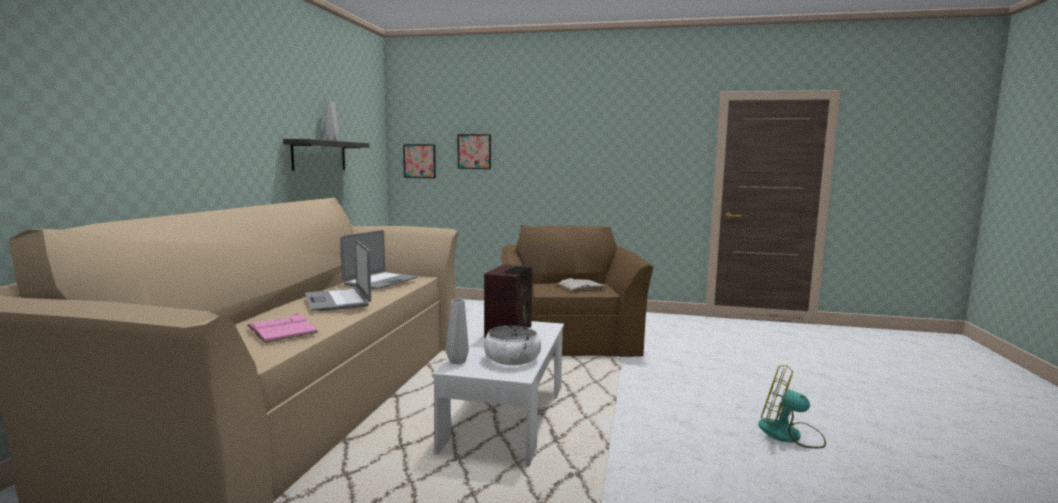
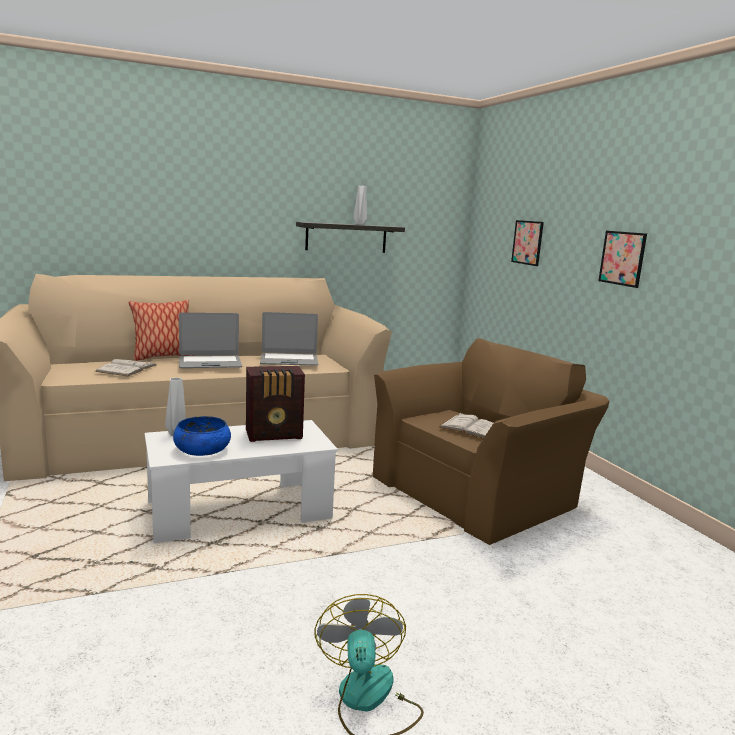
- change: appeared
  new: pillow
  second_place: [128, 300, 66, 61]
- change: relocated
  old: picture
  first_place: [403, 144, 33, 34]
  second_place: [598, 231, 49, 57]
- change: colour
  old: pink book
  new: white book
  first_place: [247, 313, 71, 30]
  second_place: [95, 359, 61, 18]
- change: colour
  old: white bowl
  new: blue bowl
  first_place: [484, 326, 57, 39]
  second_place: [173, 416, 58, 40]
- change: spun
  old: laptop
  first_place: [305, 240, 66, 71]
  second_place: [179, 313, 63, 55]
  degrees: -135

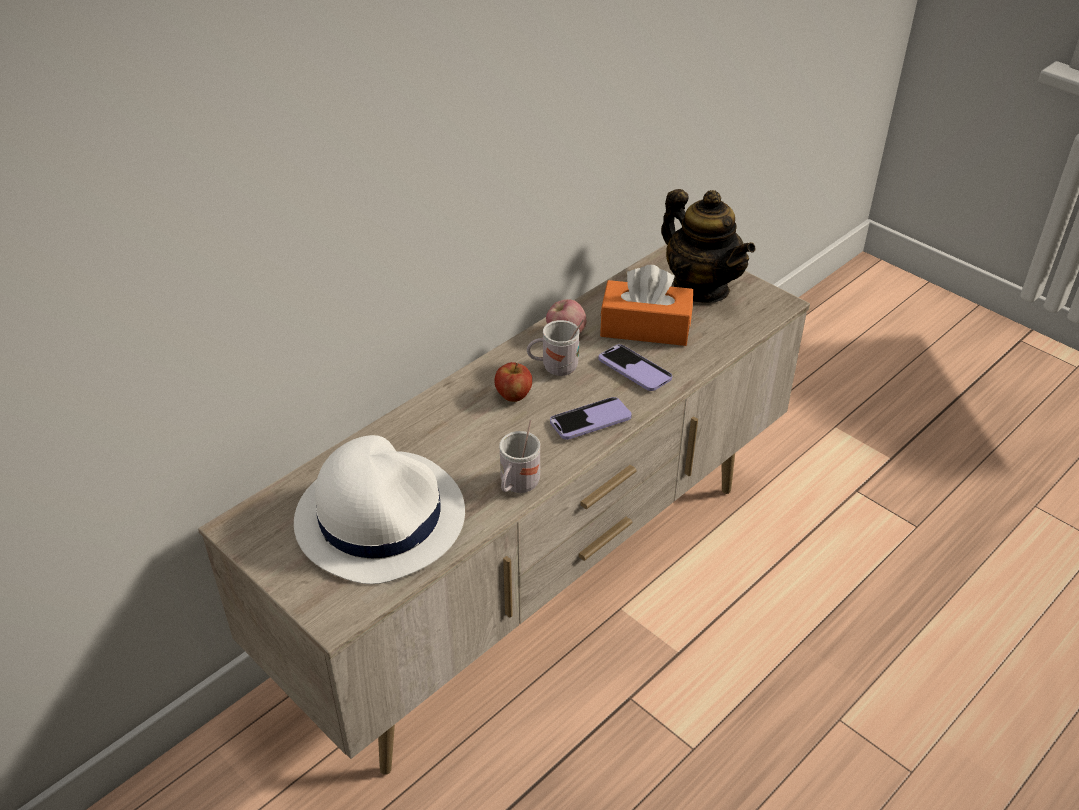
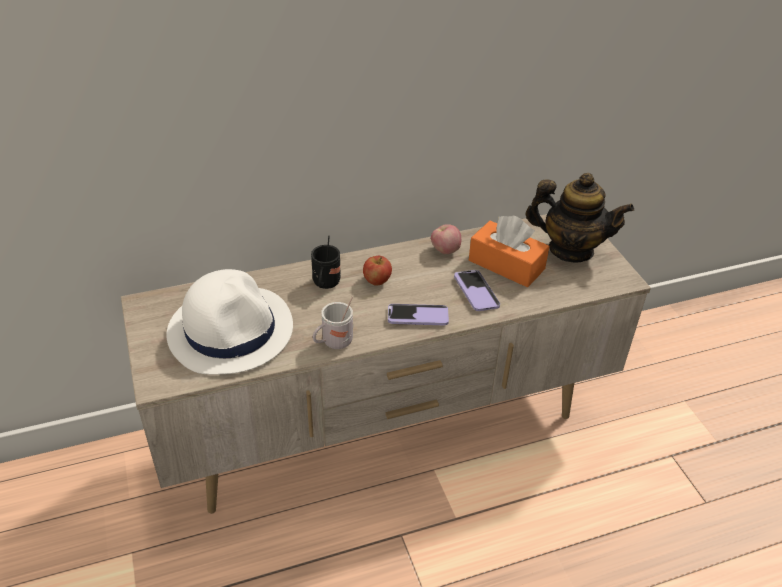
- change: missing
  old: white mug
  first_place: [527, 319, 57, 57]
- change: appeared
  new: black mug
  second_place: [311, 235, 30, 54]
- change: spun
  old: teapot
  first_place: [661, 189, 94, 114]
  second_place: [526, 173, 108, 89]
  degrees: -60

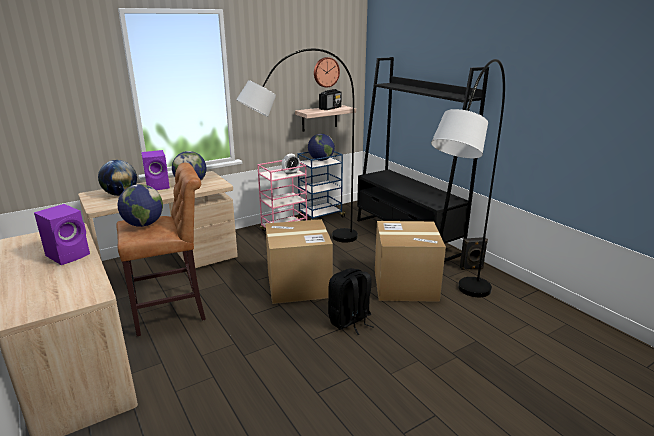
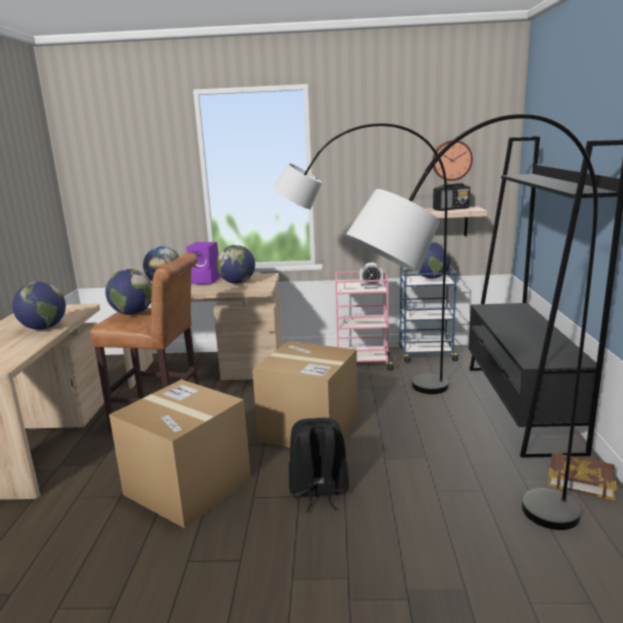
- change: relocated
  old: cardboard box
  first_place: [375, 221, 71, 81]
  second_place: [109, 379, 142, 149]
- change: exchanged
  old: purple speaker
  new: globe
  first_place: [34, 204, 56, 61]
  second_place: [12, 282, 54, 48]
- change: exchanged
  old: black speaker
  new: book
  first_place: [460, 237, 28, 33]
  second_place: [548, 453, 69, 47]

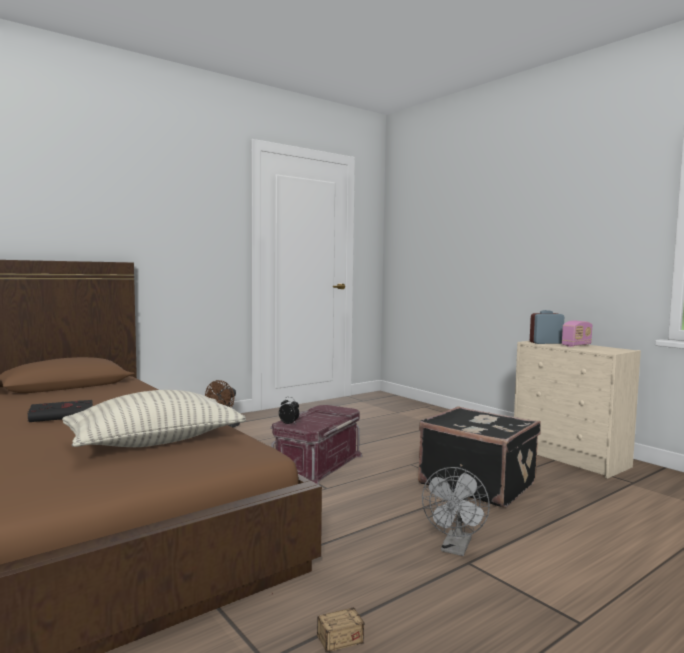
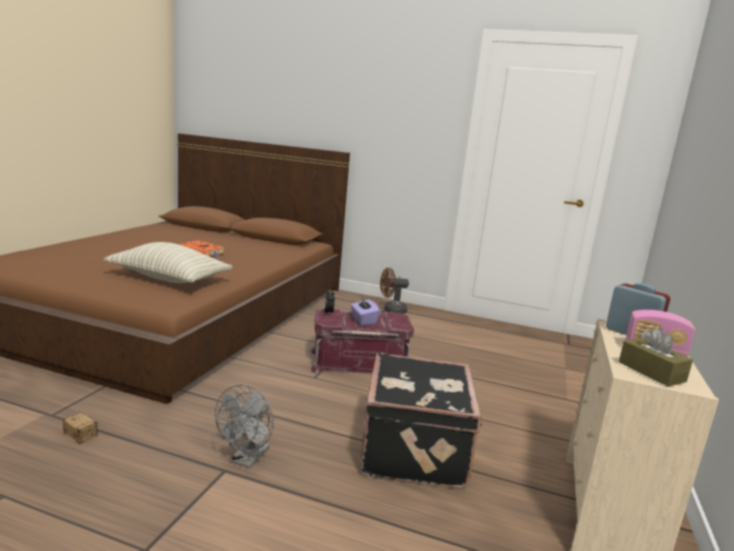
- change: appeared
  new: purple tissue box
  second_place: [351, 296, 29, 30]
- change: appeared
  new: brown tissue box
  second_place: [619, 327, 74, 59]
- change: colour
  old: black book
  new: orange book
  first_place: [27, 400, 66, 22]
  second_place: [180, 240, 45, 18]
- change: spun
  old: grey fan
  first_place: [422, 467, 68, 89]
  second_place: [215, 385, 59, 83]
  degrees: -60

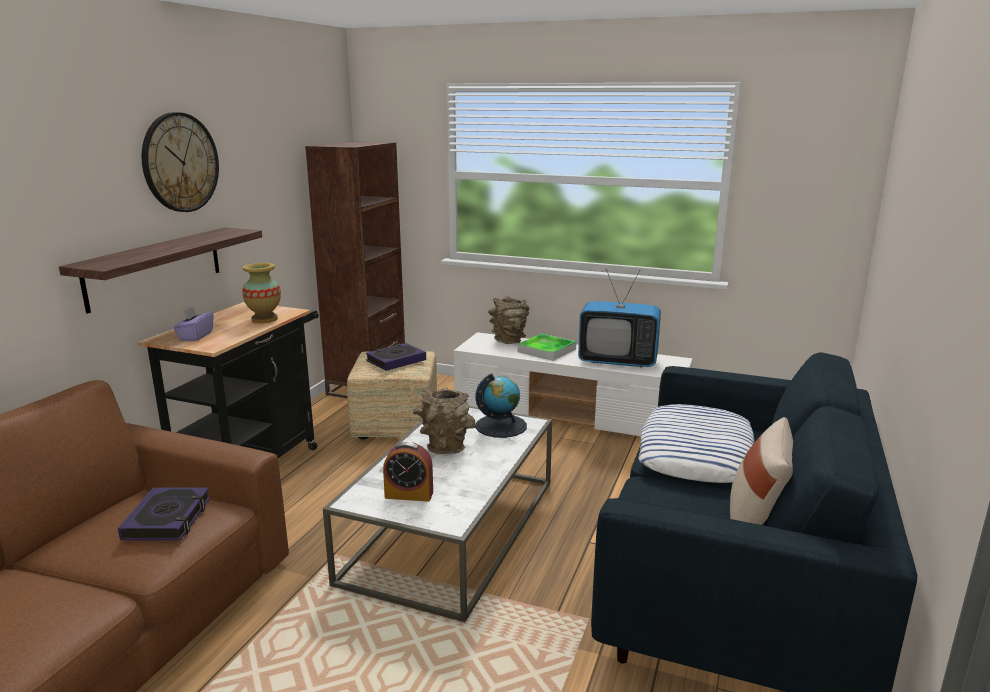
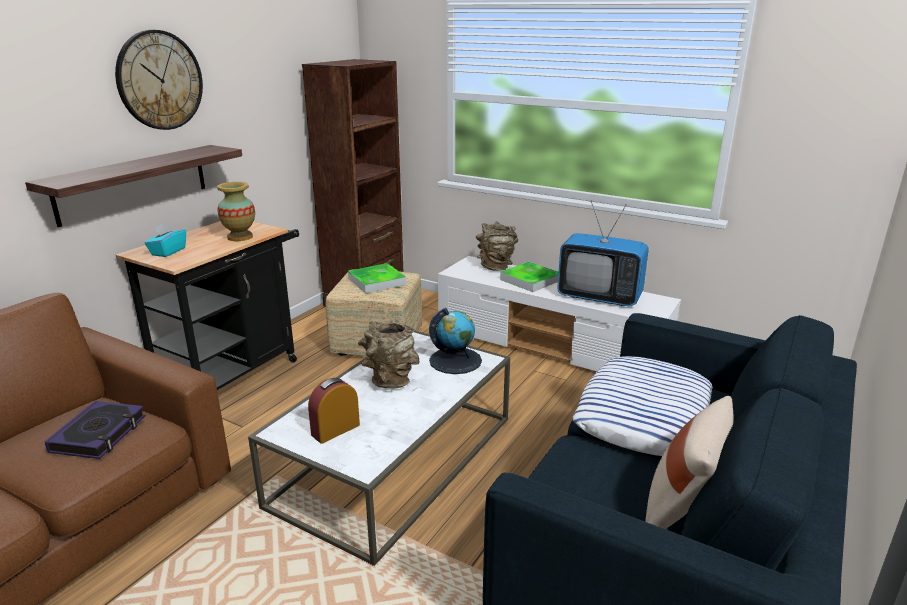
- change: exchanged
  old: book
  new: tray
  first_place: [366, 343, 60, 28]
  second_place: [348, 263, 58, 31]
- change: colour
  old: purple tissue box
  new: turquoise tissue box
  first_place: [173, 306, 41, 35]
  second_place: [145, 223, 41, 34]
- change: spun
  old: alarm clock
  first_place: [383, 442, 50, 60]
  second_place: [308, 378, 52, 66]
  degrees: 120

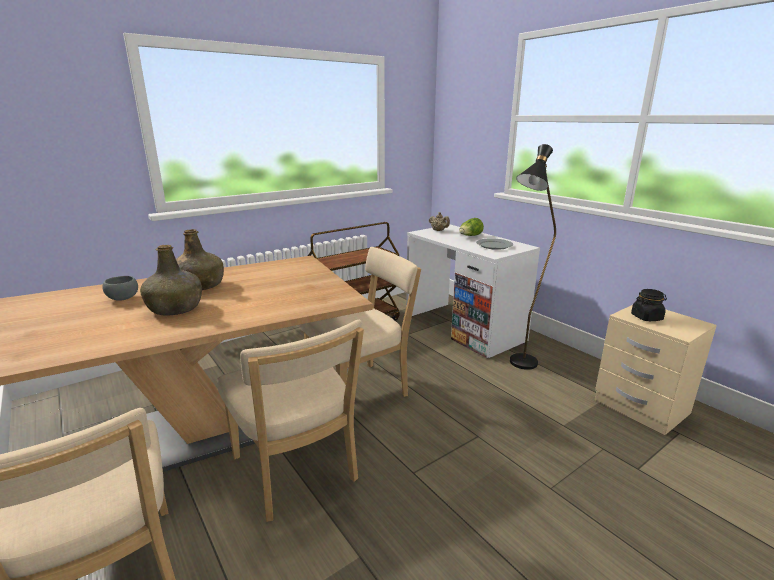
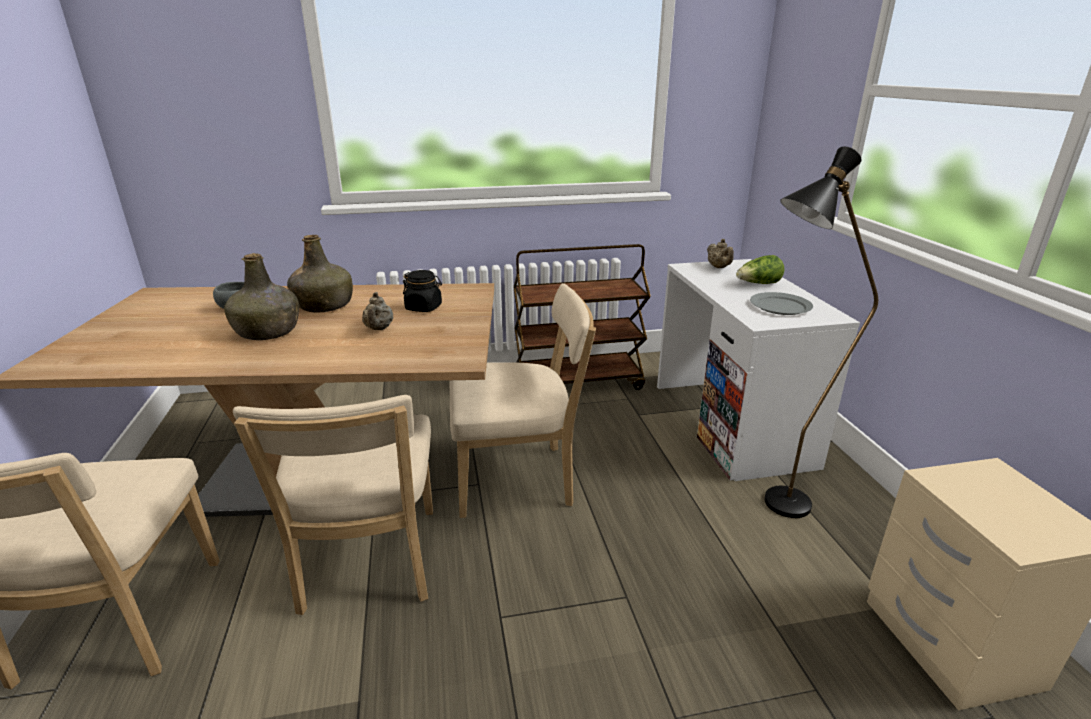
- change: appeared
  new: beige teapot
  second_place: [362, 292, 31, 38]
- change: relocated
  old: black jar
  first_place: [631, 289, 36, 32]
  second_place: [403, 270, 39, 42]

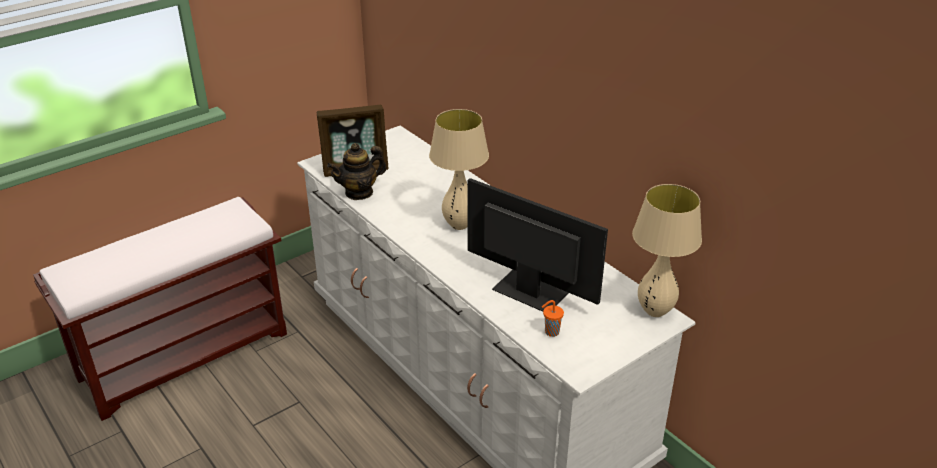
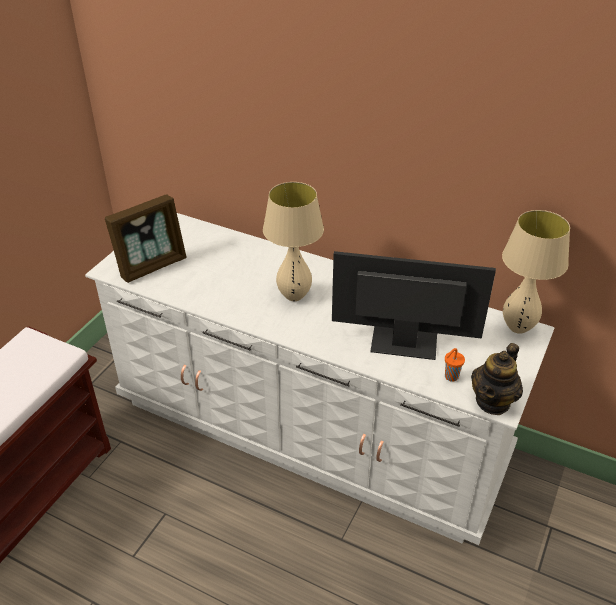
- change: relocated
  old: teapot
  first_place: [327, 143, 60, 57]
  second_place: [471, 343, 52, 72]

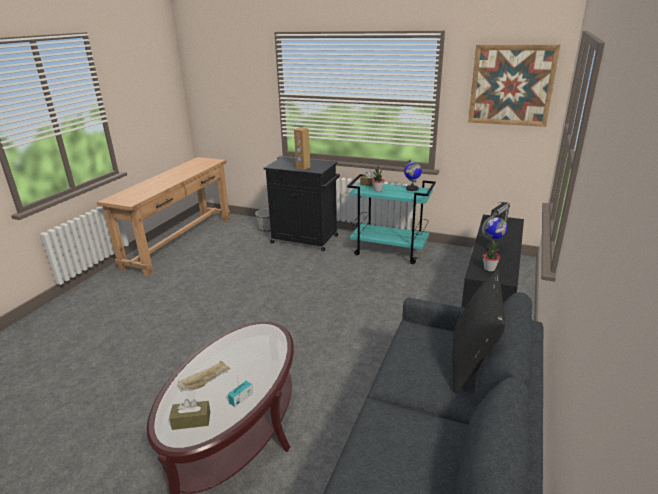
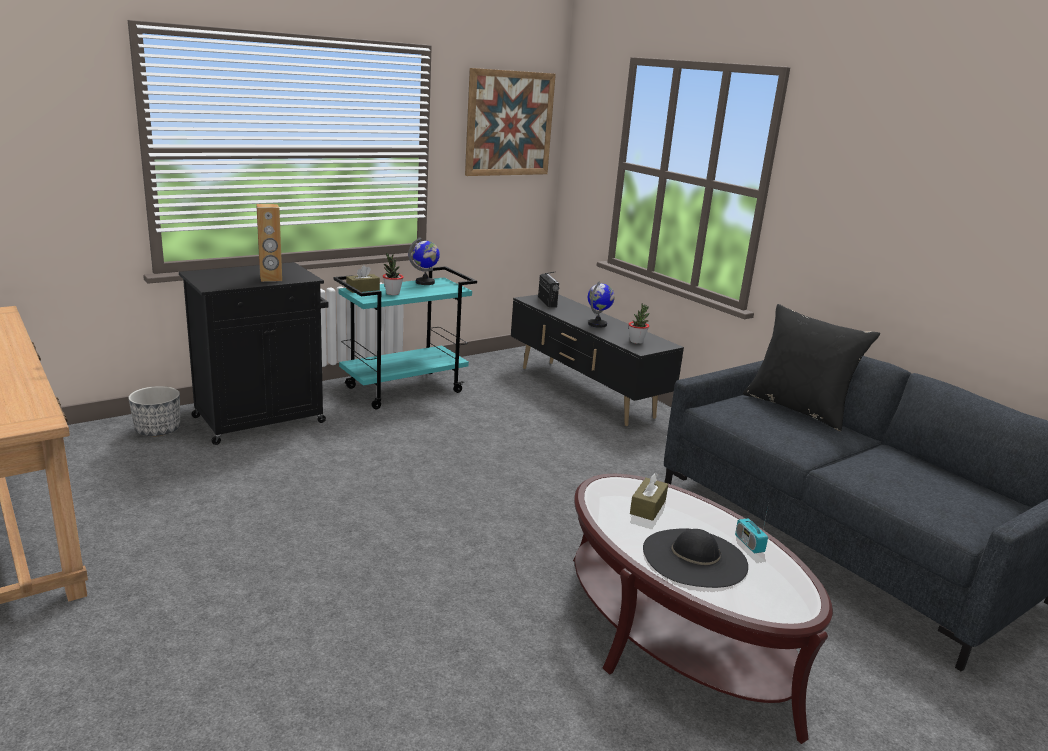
- change: relocated
  old: brown tissue box
  first_place: [169, 399, 41, 31]
  second_place: [630, 473, 38, 48]
- change: exchanged
  old: beige tray
  new: black hat
  first_place: [178, 361, 52, 29]
  second_place: [643, 528, 105, 60]

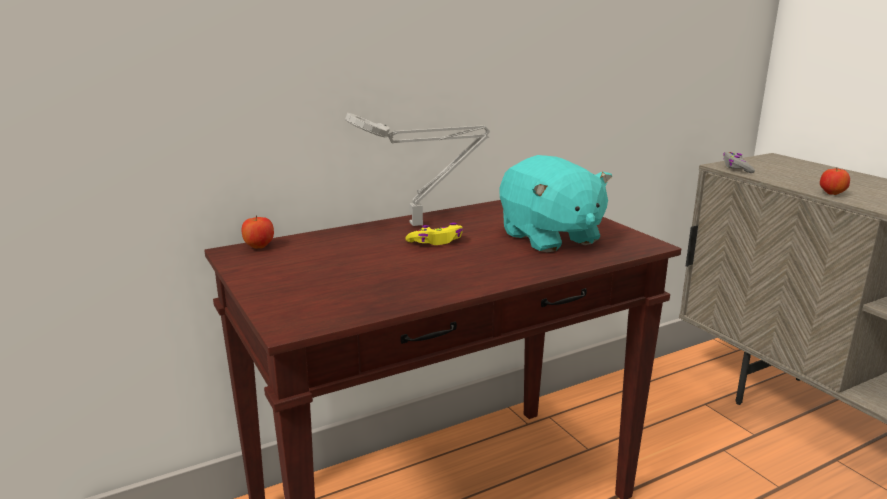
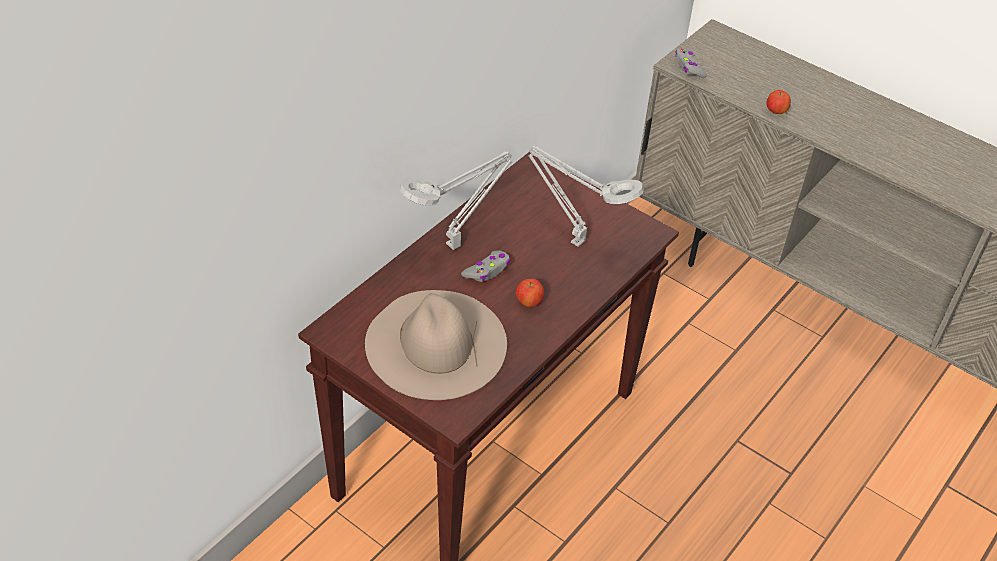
- change: appeared
  new: beige hat
  second_place: [365, 290, 142, 110]
- change: relocated
  old: apple
  first_place: [242, 215, 32, 34]
  second_place: [516, 279, 28, 28]
- change: exchanged
  old: turquoise plush toy
  new: grey table lamp
  first_place: [500, 155, 112, 98]
  second_place: [528, 145, 116, 102]
- change: colour
  old: yellow game controller
  new: grey game controller
  first_place: [405, 223, 58, 22]
  second_place: [461, 250, 50, 32]

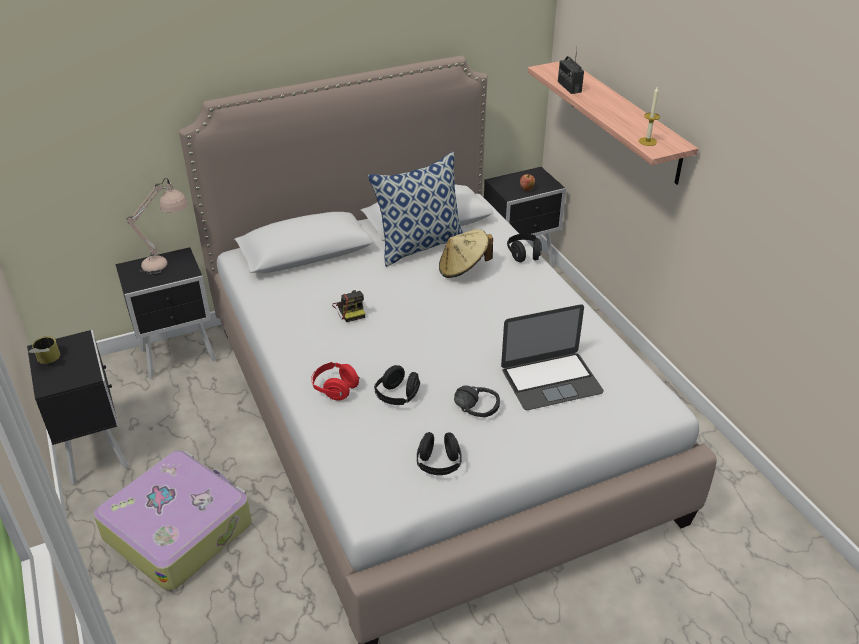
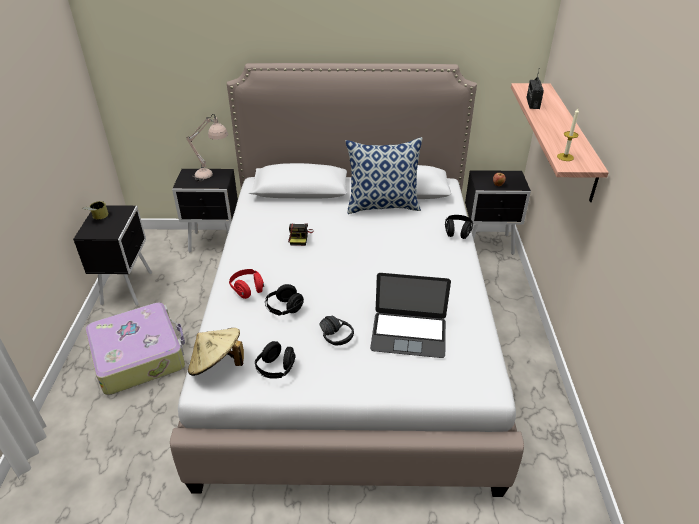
- change: relocated
  old: beige hat
  first_place: [439, 229, 54, 49]
  second_place: [188, 328, 56, 48]

